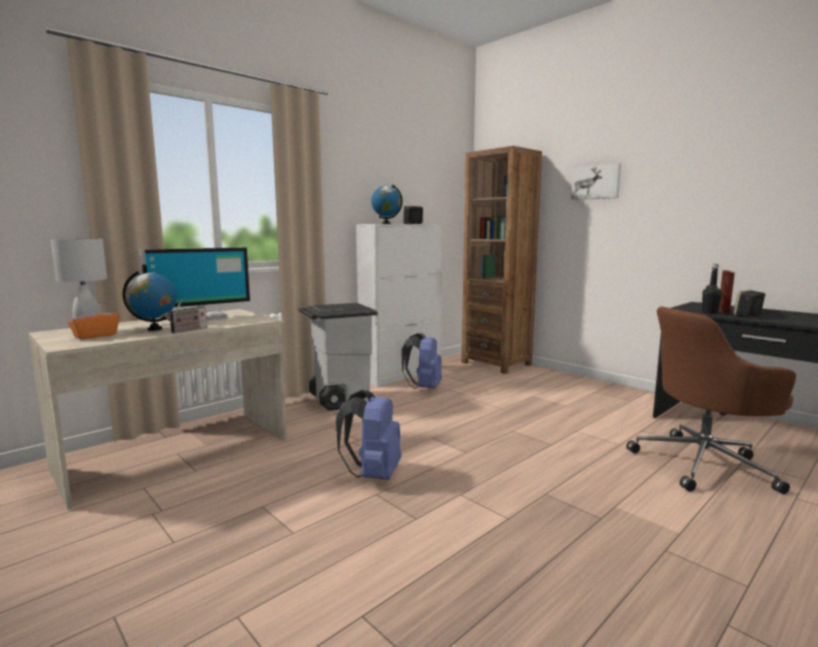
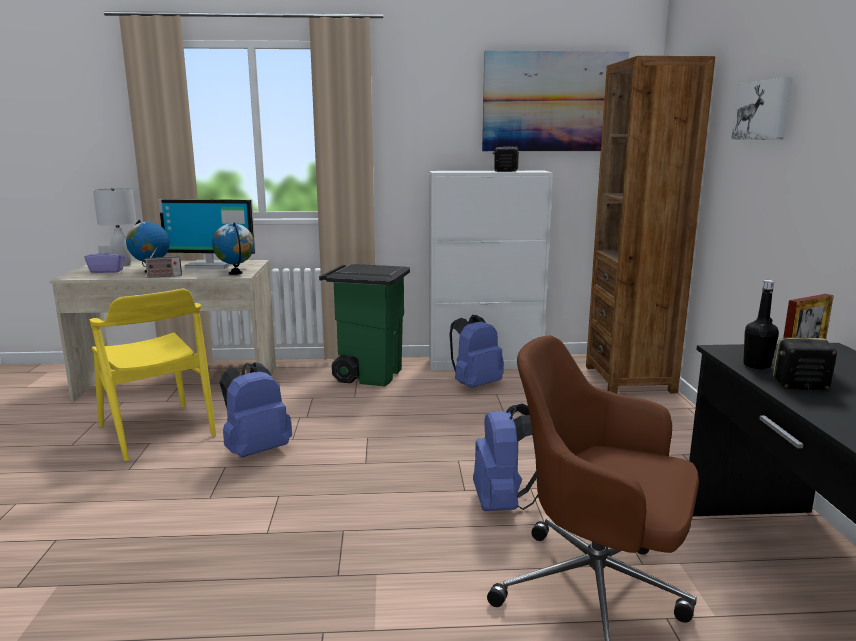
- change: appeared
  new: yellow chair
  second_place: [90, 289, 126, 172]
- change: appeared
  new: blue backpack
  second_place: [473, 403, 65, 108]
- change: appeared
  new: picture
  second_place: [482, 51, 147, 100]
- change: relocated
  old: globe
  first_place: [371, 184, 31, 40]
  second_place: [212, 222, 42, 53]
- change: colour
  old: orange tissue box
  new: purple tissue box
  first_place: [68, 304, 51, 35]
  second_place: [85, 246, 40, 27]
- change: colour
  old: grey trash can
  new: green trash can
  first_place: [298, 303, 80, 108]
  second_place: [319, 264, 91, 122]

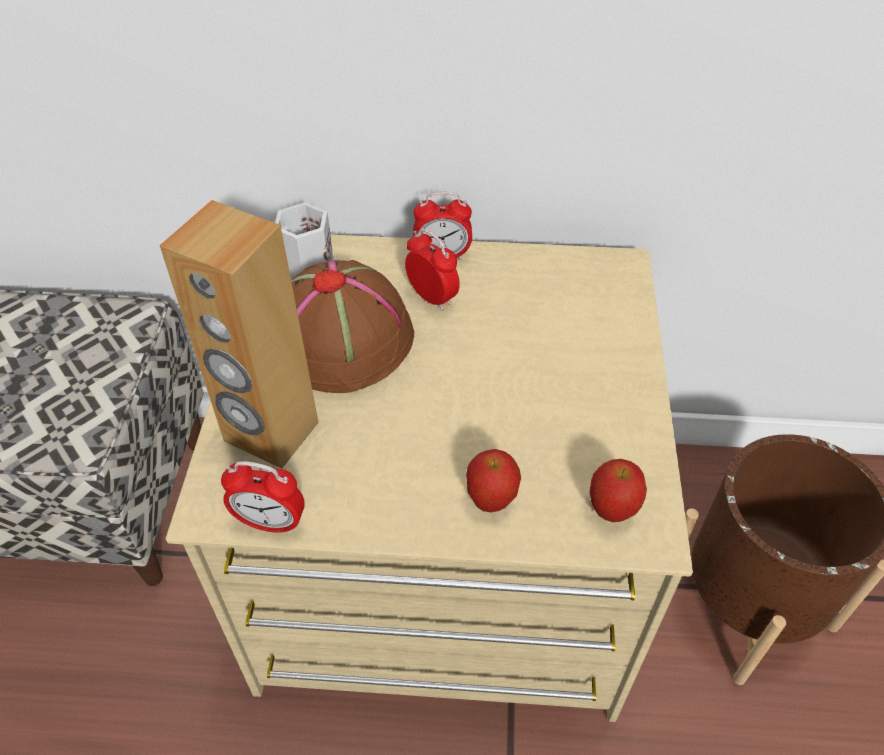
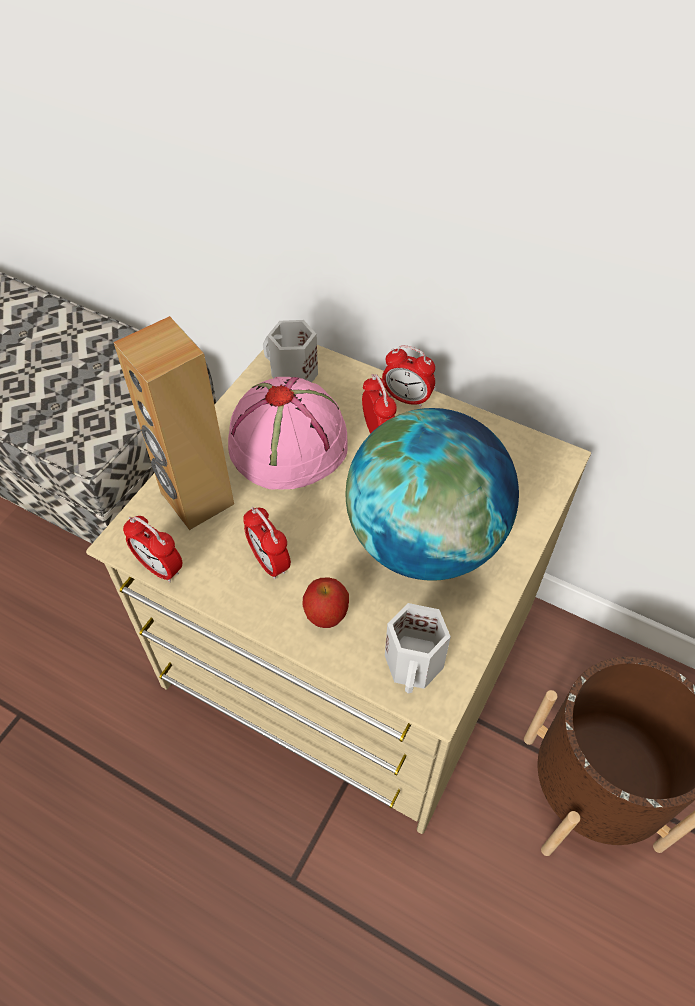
- change: appeared
  new: alarm clock
  second_place: [243, 507, 48, 72]
- change: appeared
  new: globe
  second_place: [346, 408, 173, 173]
- change: exchanged
  old: apple
  new: white mug
  first_place: [590, 459, 57, 63]
  second_place: [385, 603, 66, 91]
- change: colour
  old: brown hat
  new: pink hat
  first_place: [291, 260, 123, 133]
  second_place: [228, 377, 120, 113]

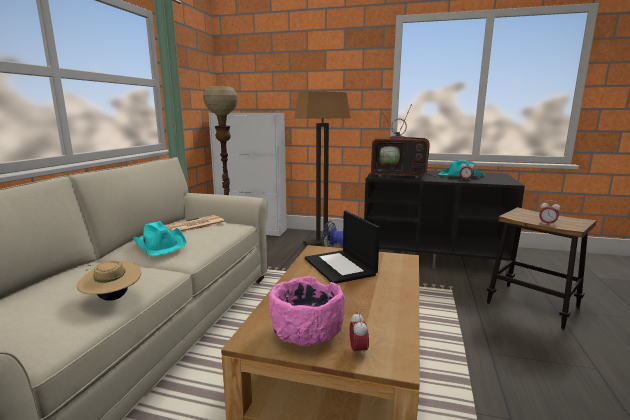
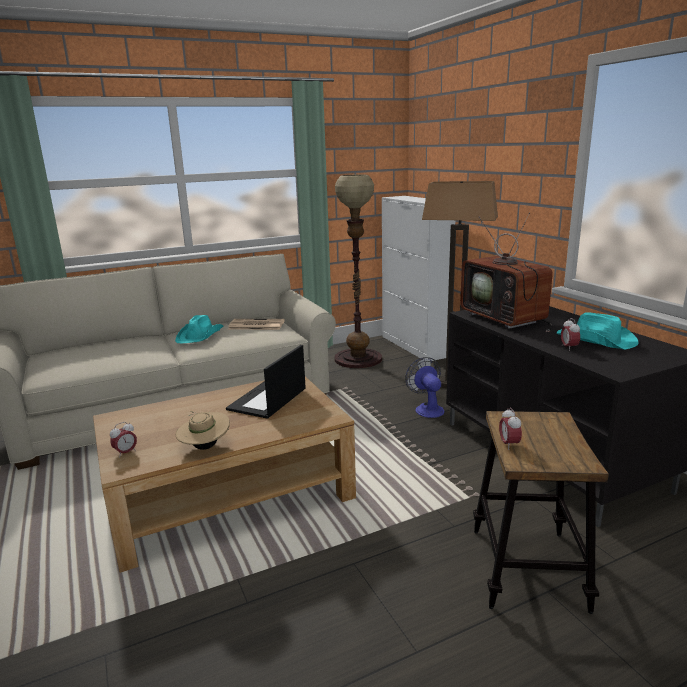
- change: missing
  old: pink bowl
  first_place: [269, 276, 76, 70]
- change: relocated
  old: beige hat
  first_place: [77, 260, 64, 41]
  second_place: [176, 411, 54, 39]

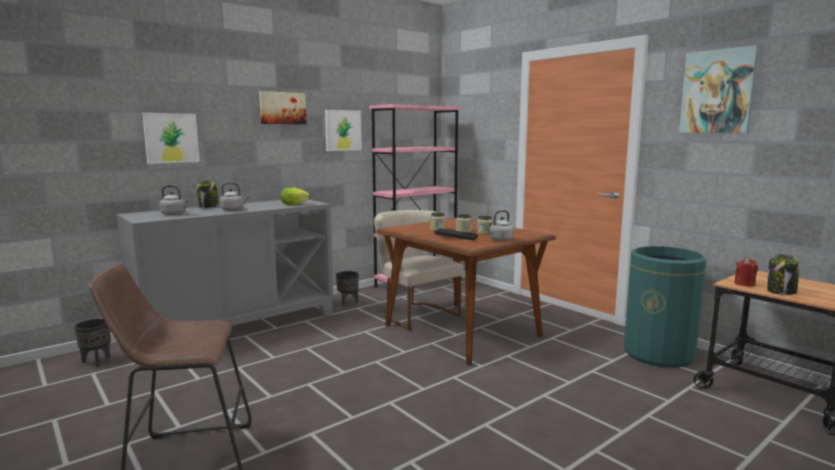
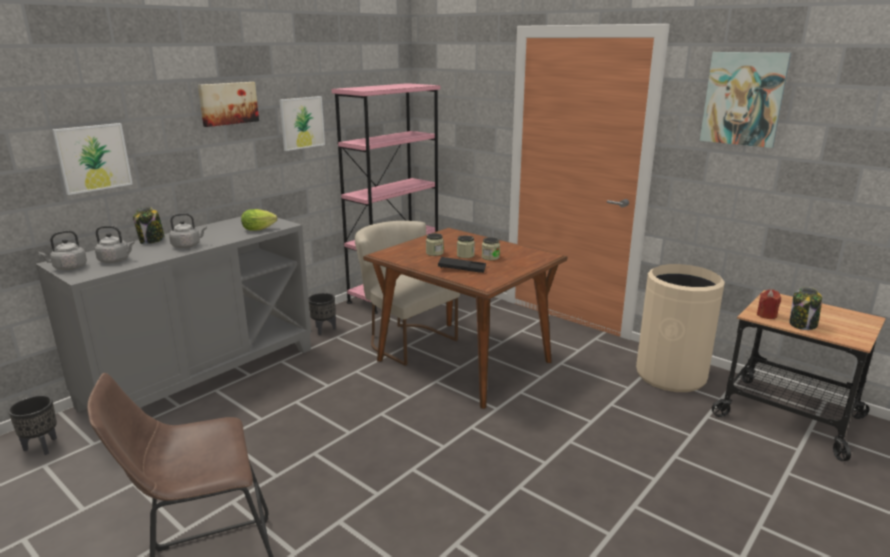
- change: relocated
  old: grey kettle
  first_place: [485, 210, 29, 31]
  second_place: [38, 230, 49, 40]
- change: colour
  old: green trash can
  new: beige trash can
  first_place: [624, 246, 82, 122]
  second_place: [636, 264, 89, 128]

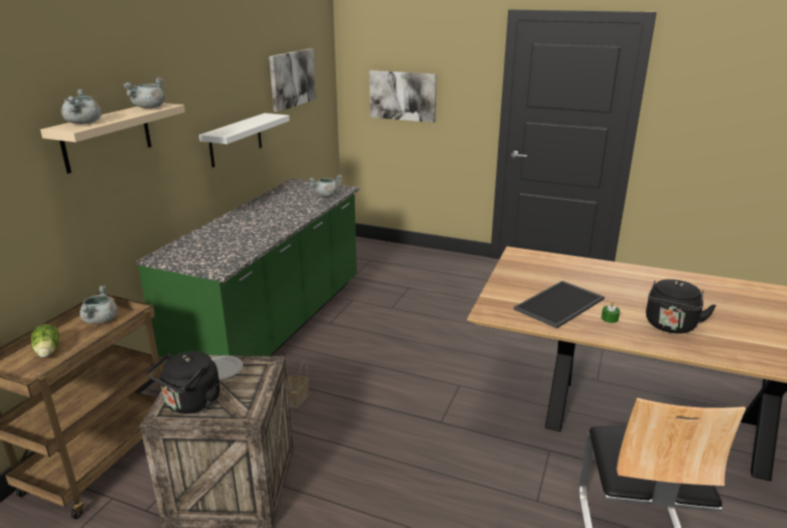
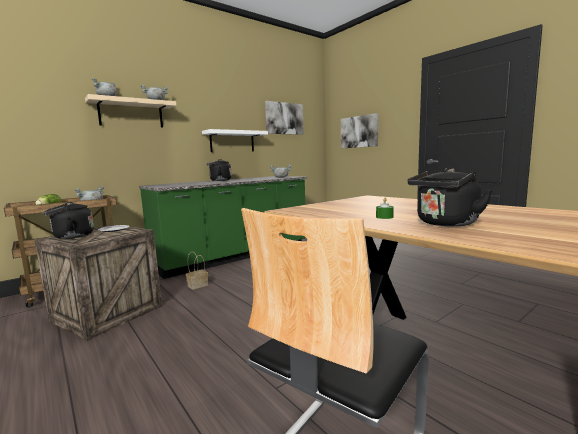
- change: missing
  old: tray
  first_place: [514, 281, 91, 47]
- change: appeared
  new: black kettle
  second_place: [207, 159, 25, 22]

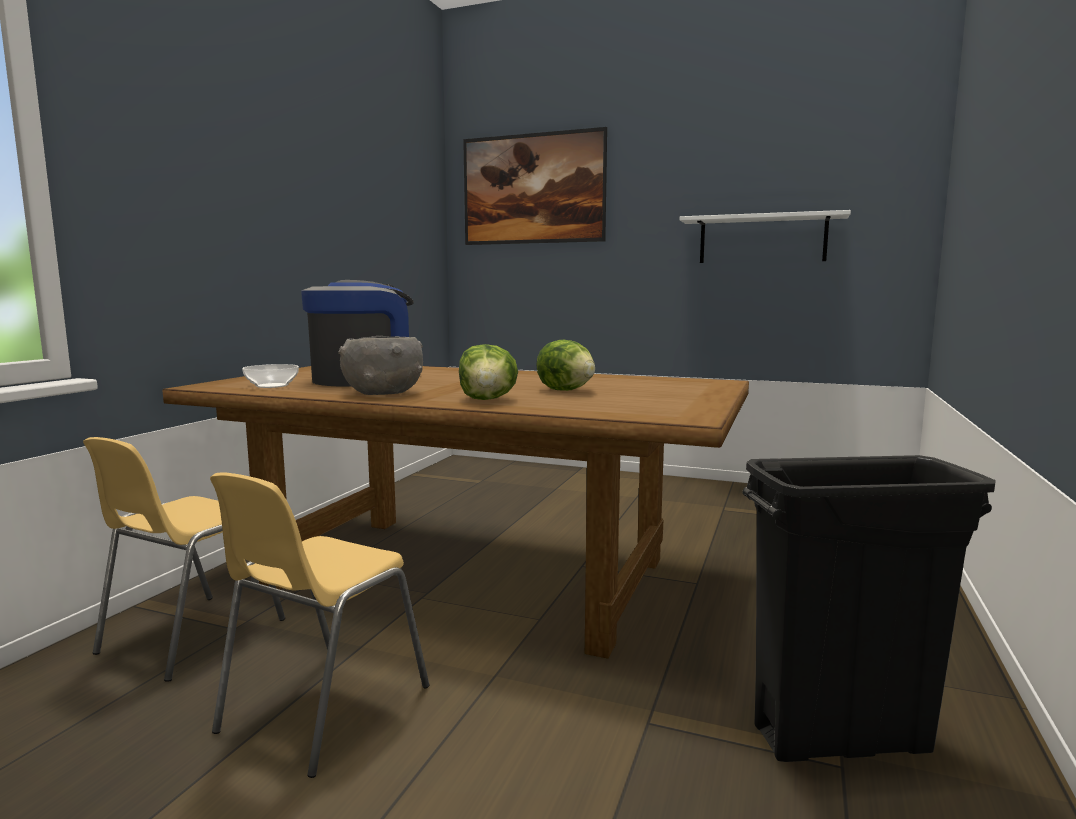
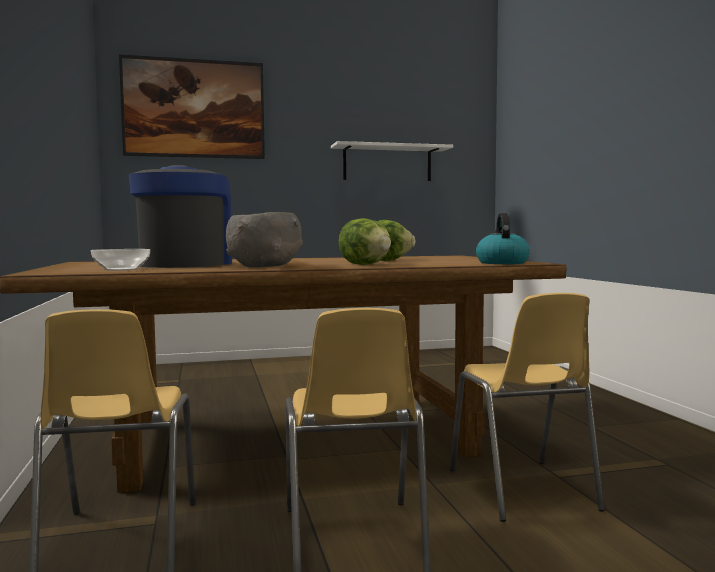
- change: missing
  old: black trash can
  first_place: [742, 455, 254, 307]
- change: appeared
  new: yellow chair
  second_place: [450, 293, 155, 229]
- change: appeared
  new: kettle
  second_place: [476, 213, 54, 51]

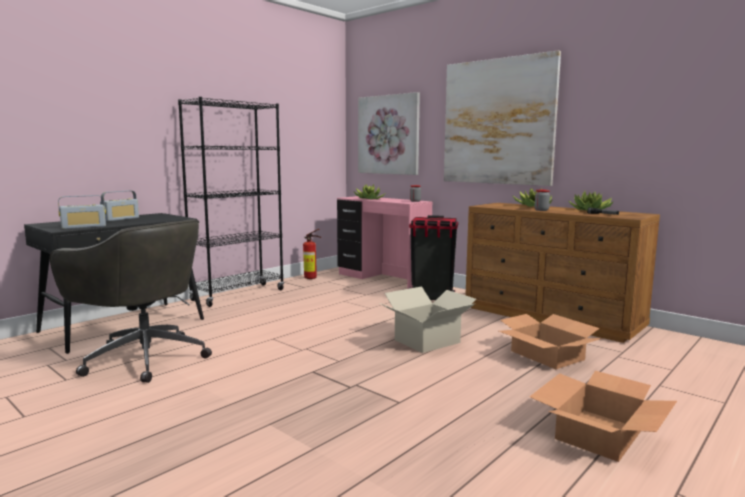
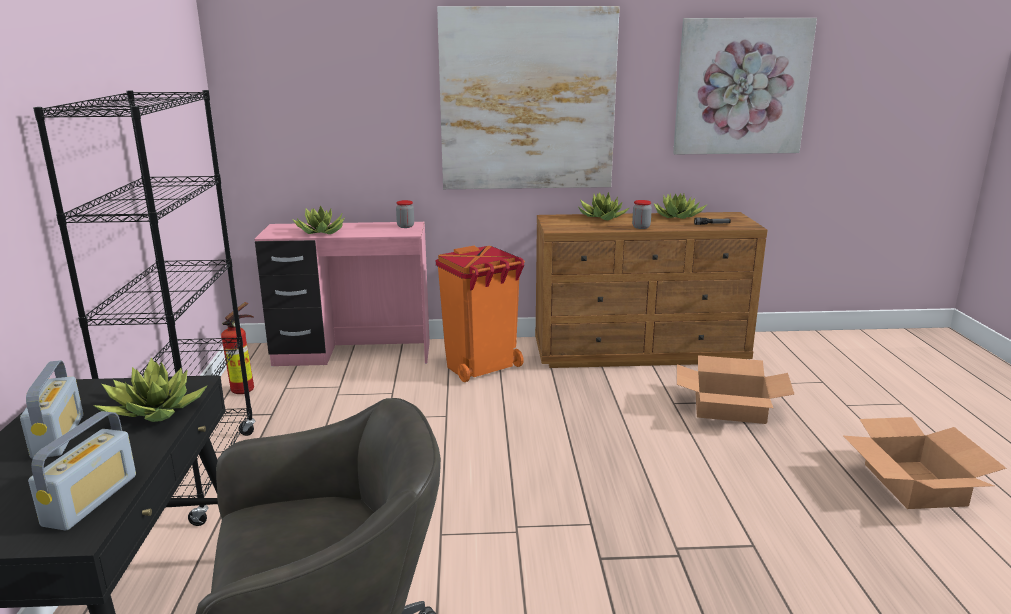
- change: missing
  old: cardboard box
  first_place: [379, 286, 97, 67]
- change: appeared
  new: potted plant
  second_place: [93, 358, 115, 64]
- change: relocated
  old: picture
  first_place: [358, 92, 62, 83]
  second_place: [673, 18, 144, 136]
- change: colour
  old: black trash can
  new: orange trash can
  first_place: [408, 215, 50, 85]
  second_place: [436, 246, 89, 136]

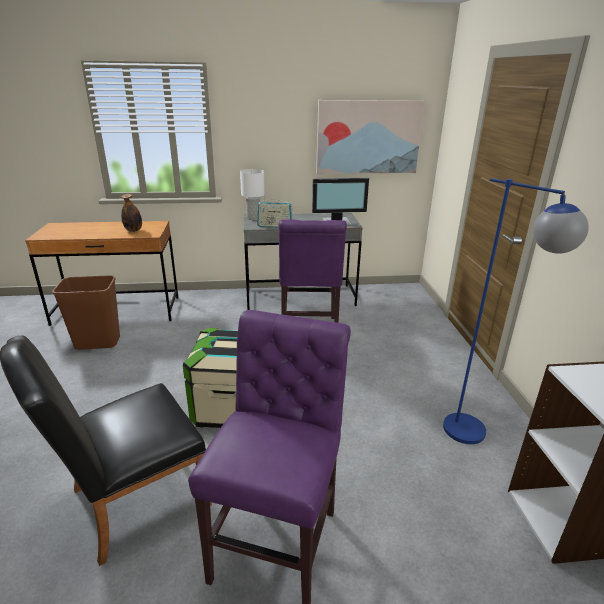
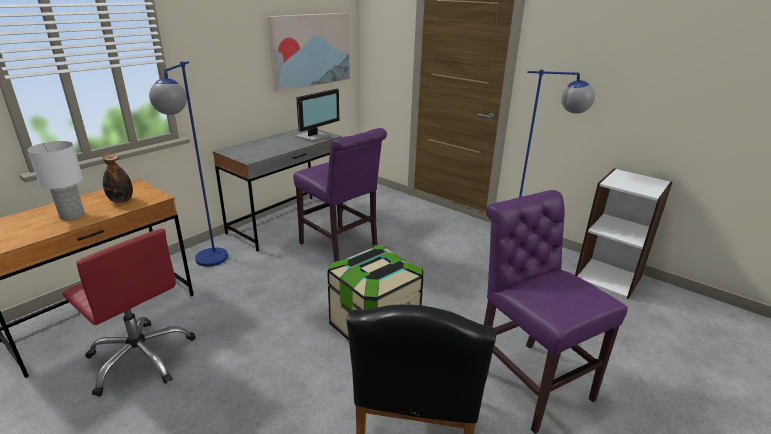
- change: missing
  old: radio
  first_place: [257, 197, 35, 30]
- change: appeared
  new: blue floor lamp
  second_place: [149, 61, 79, 206]
- change: relocated
  old: white table lamp
  first_place: [240, 169, 25, 51]
  second_place: [27, 141, 58, 79]
- change: exchanged
  old: brown trash can
  new: red office chair
  first_place: [52, 275, 68, 75]
  second_place: [62, 228, 134, 169]

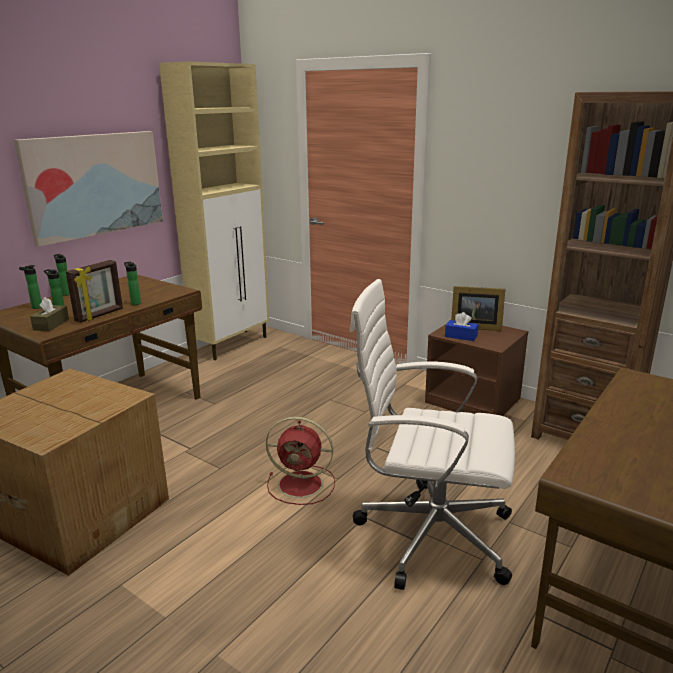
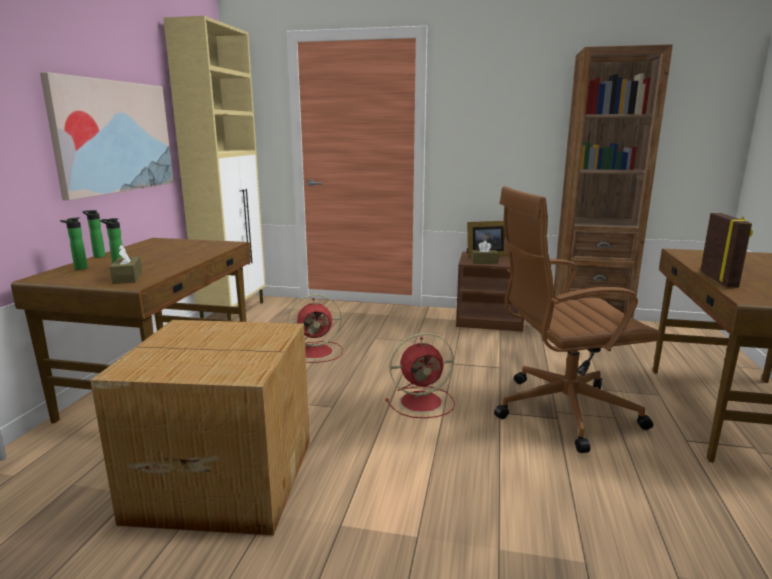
- change: missing
  old: bottle
  first_place: [124, 261, 17, 44]
- change: appeared
  new: red fan
  second_place: [287, 294, 56, 69]
- change: relocated
  old: picture frame
  first_place: [66, 260, 57, 63]
  second_place: [700, 213, 53, 75]
- change: colour
  old: white office chair
  new: brown office chair
  first_place: [350, 279, 165, 311]
  second_place: [494, 186, 167, 267]
- change: colour
  old: blue tissue box
  new: brown tissue box
  first_place: [445, 312, 33, 29]
  second_place: [471, 241, 28, 23]

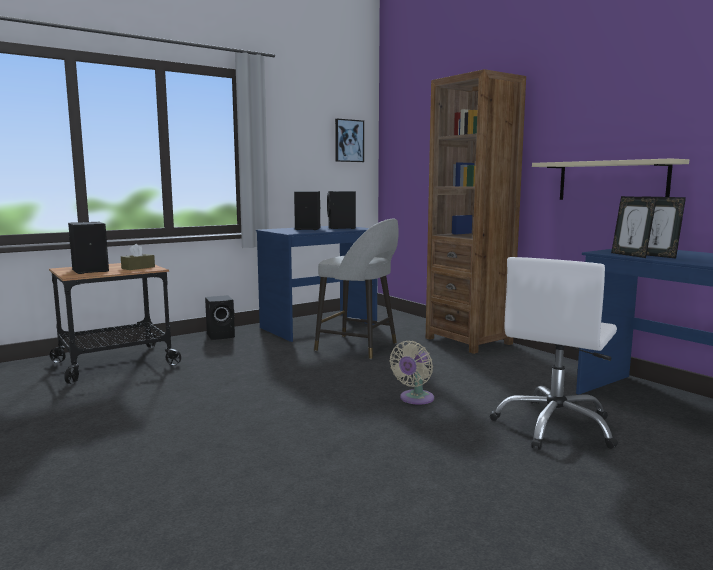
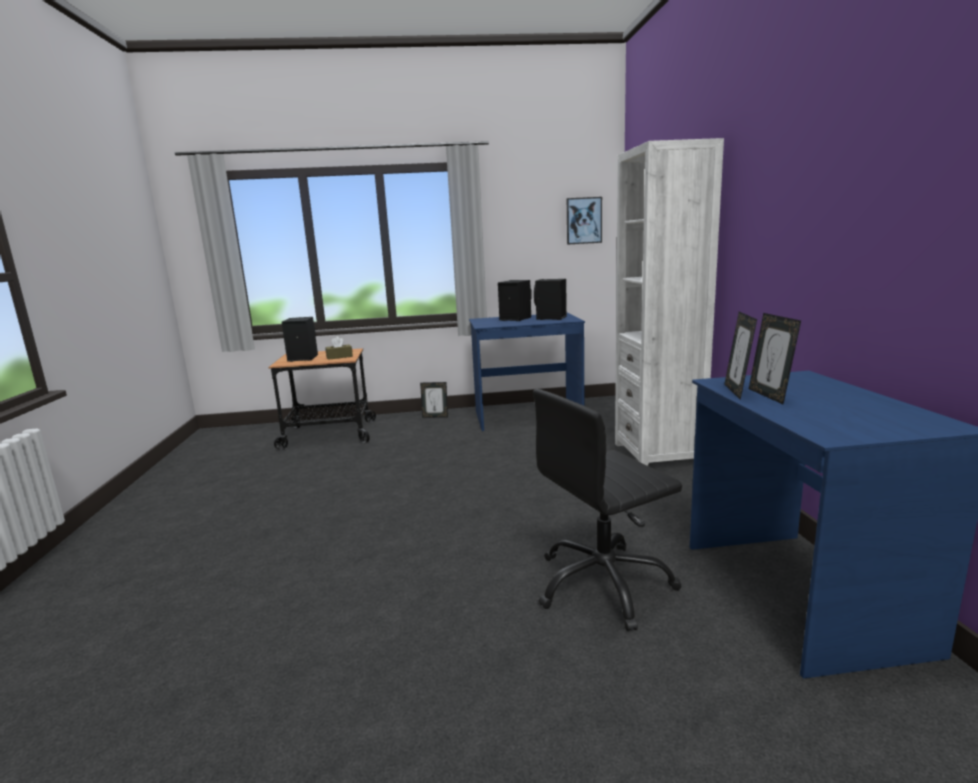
- change: missing
  old: grey stool
  first_place: [314, 218, 85, 141]
- change: missing
  old: beige fan
  first_place: [390, 341, 44, 64]
- change: missing
  old: beige shelf
  first_place: [532, 159, 157, 41]
- change: exchanged
  old: black speaker
  new: picture frame
  first_place: [205, 295, 30, 45]
  second_place: [420, 382, 28, 36]
- change: colour
  old: brown bookcase
  new: white bookcase
  first_place: [426, 69, 100, 285]
  second_place: [615, 138, 109, 328]
- change: colour
  old: white office chair
  new: black office chair
  first_place: [490, 257, 128, 193]
  second_place: [533, 389, 149, 242]

